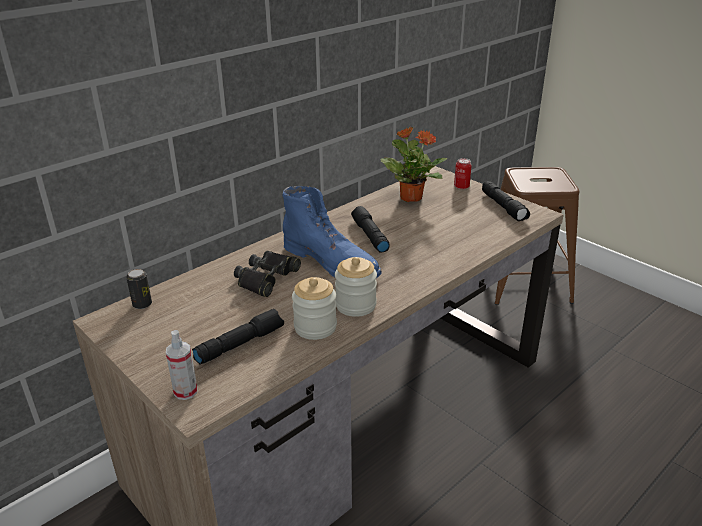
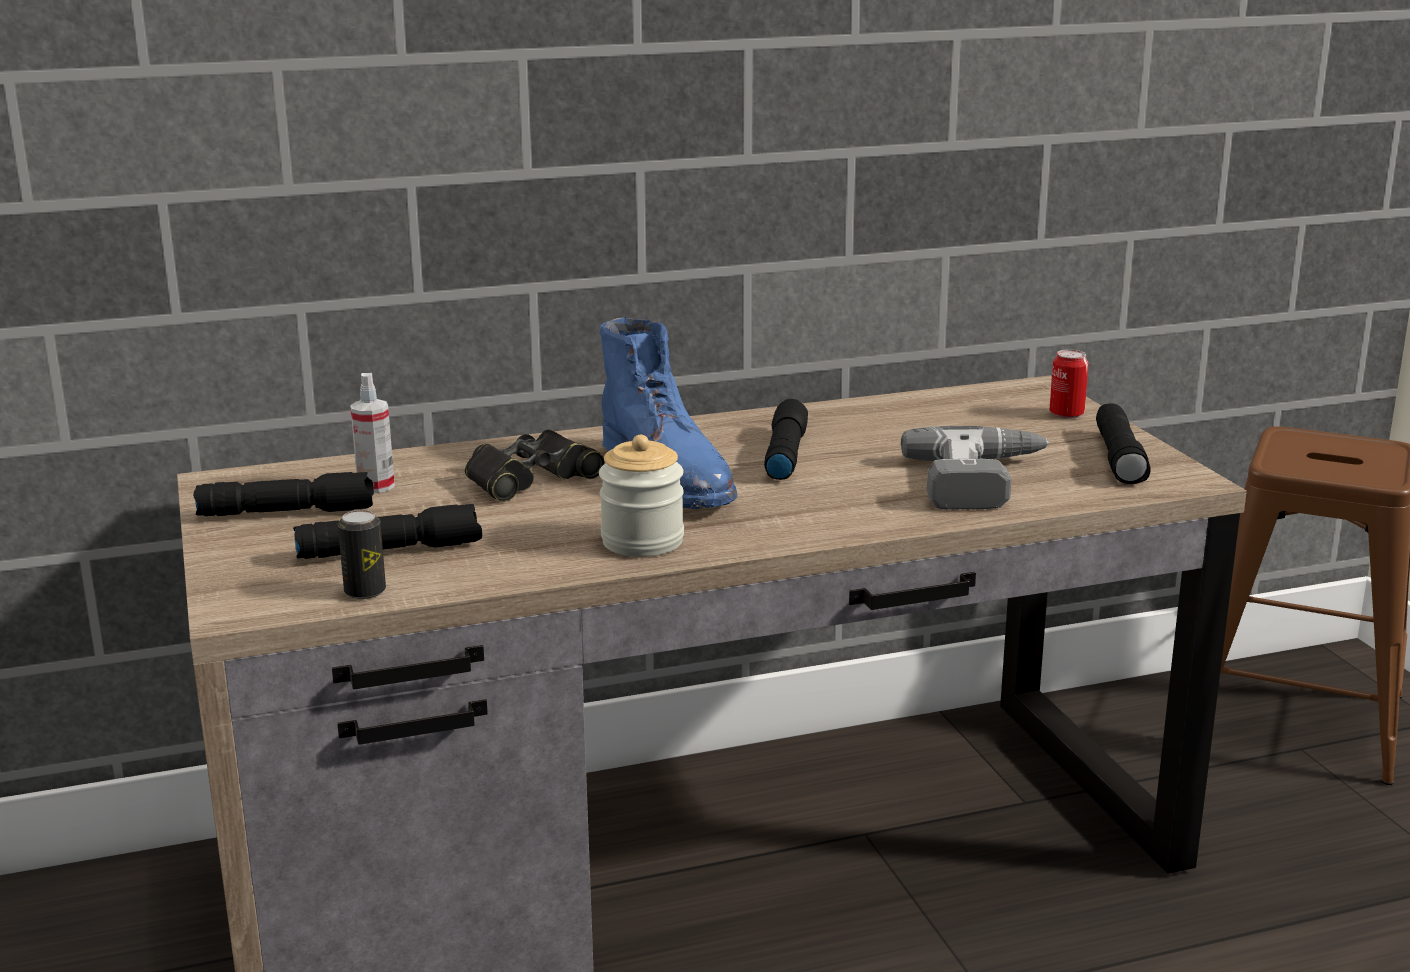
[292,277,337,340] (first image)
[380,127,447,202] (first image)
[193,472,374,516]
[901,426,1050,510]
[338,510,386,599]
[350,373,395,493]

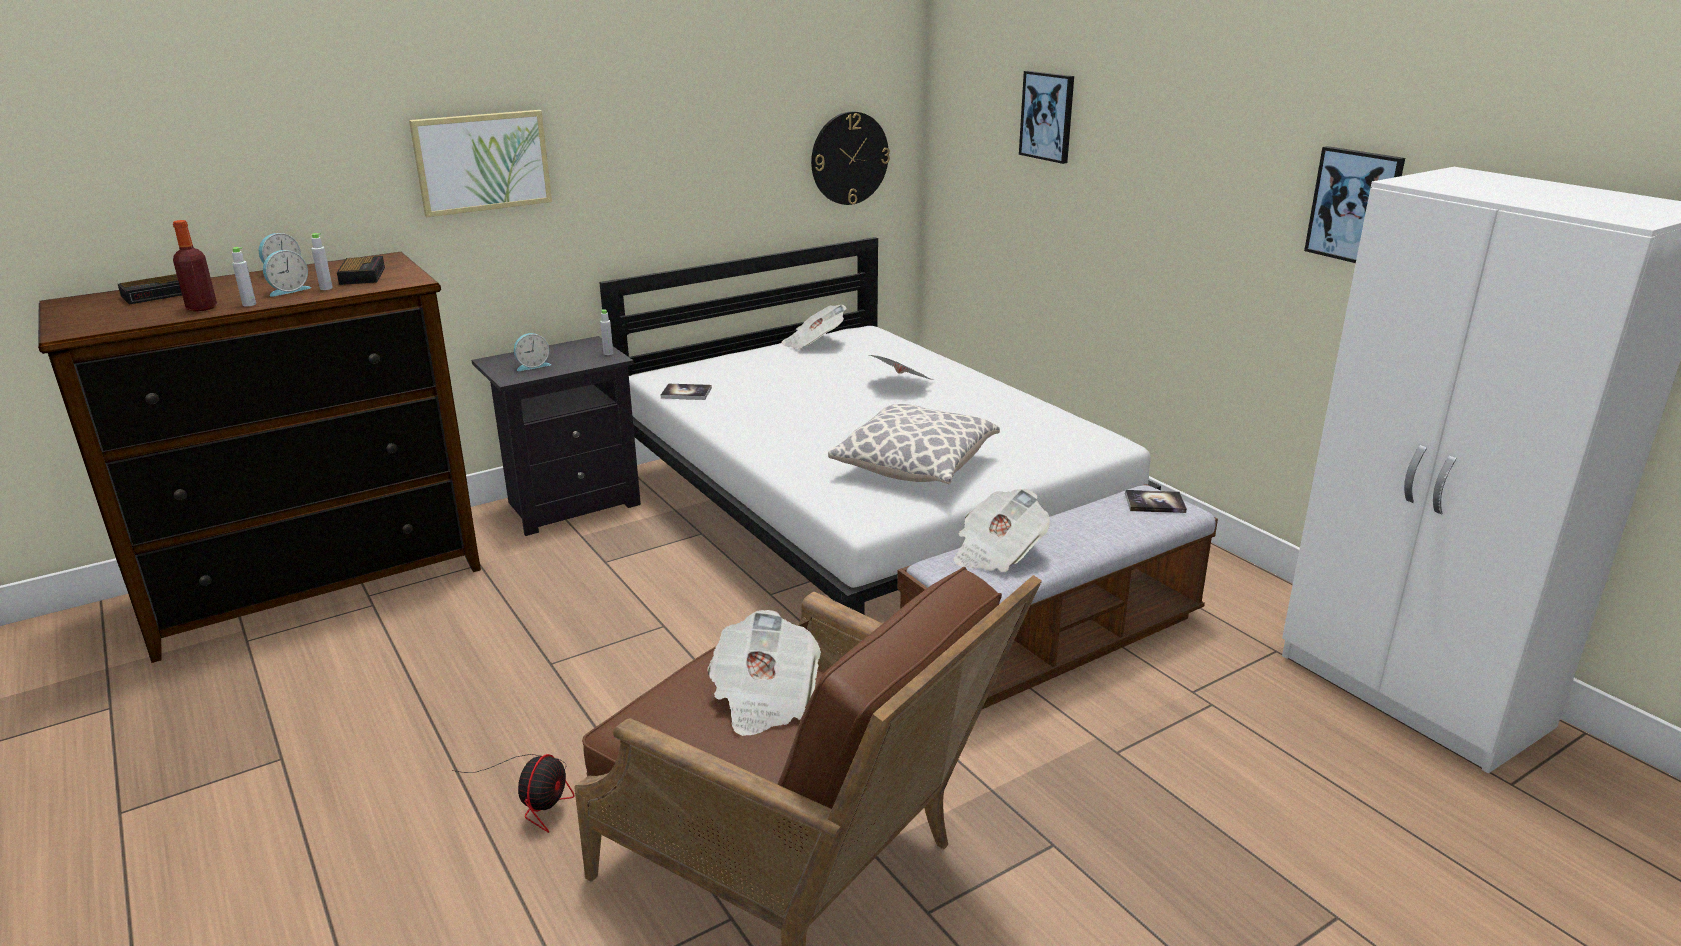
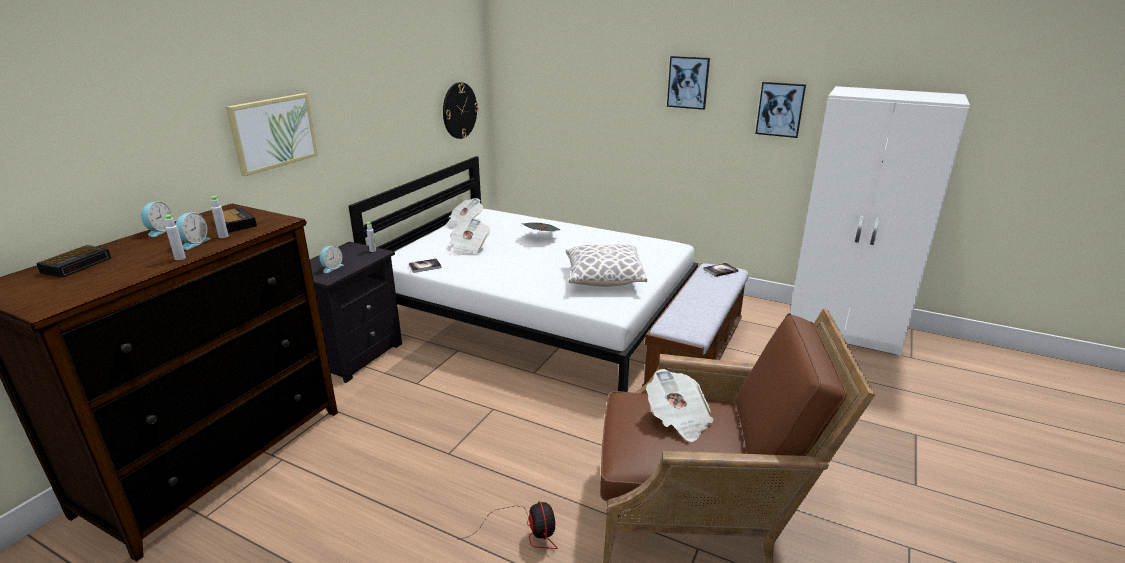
[173,220,217,312] (first image)
[450,218,490,256]
[667,56,710,110]

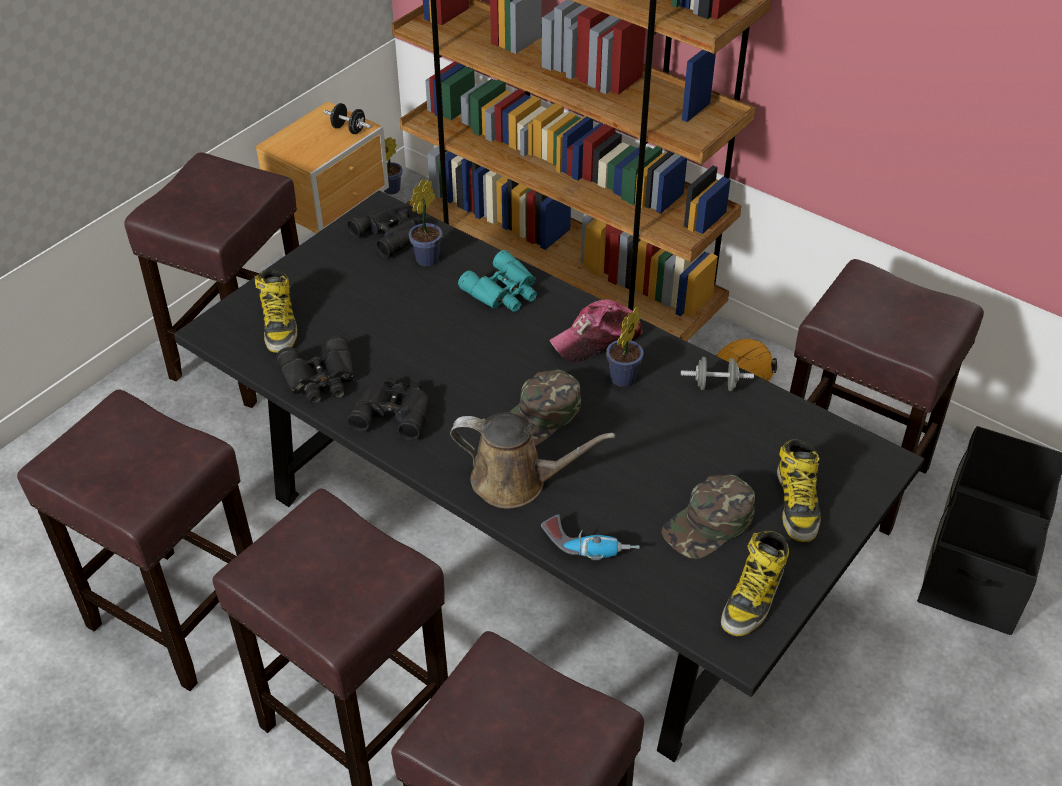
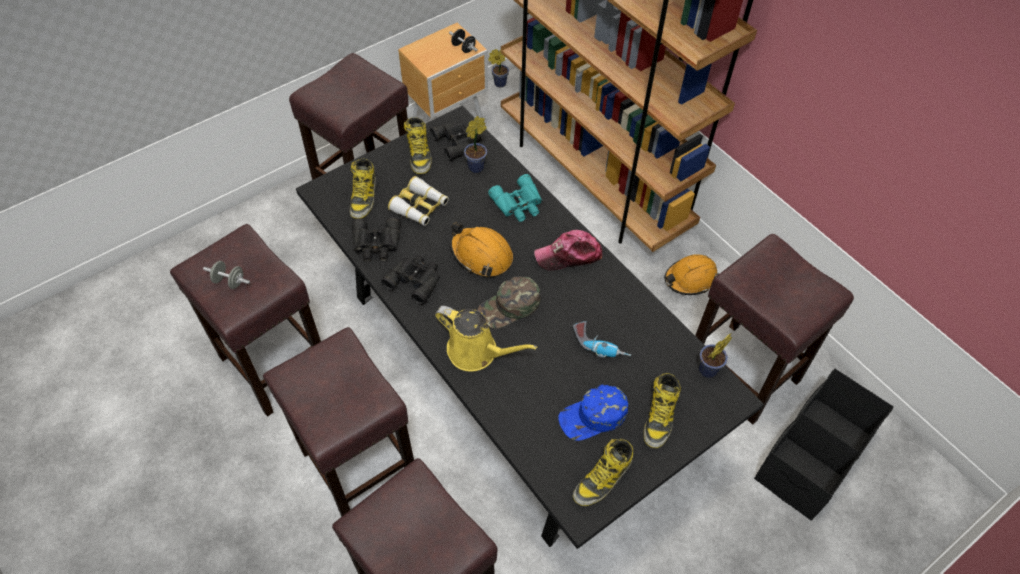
[388,176,449,226]
[404,118,432,174]
[450,223,513,277]
[573,321,631,358]
[699,333,732,378]
[203,261,250,289]
[435,306,537,371]
[558,385,628,441]

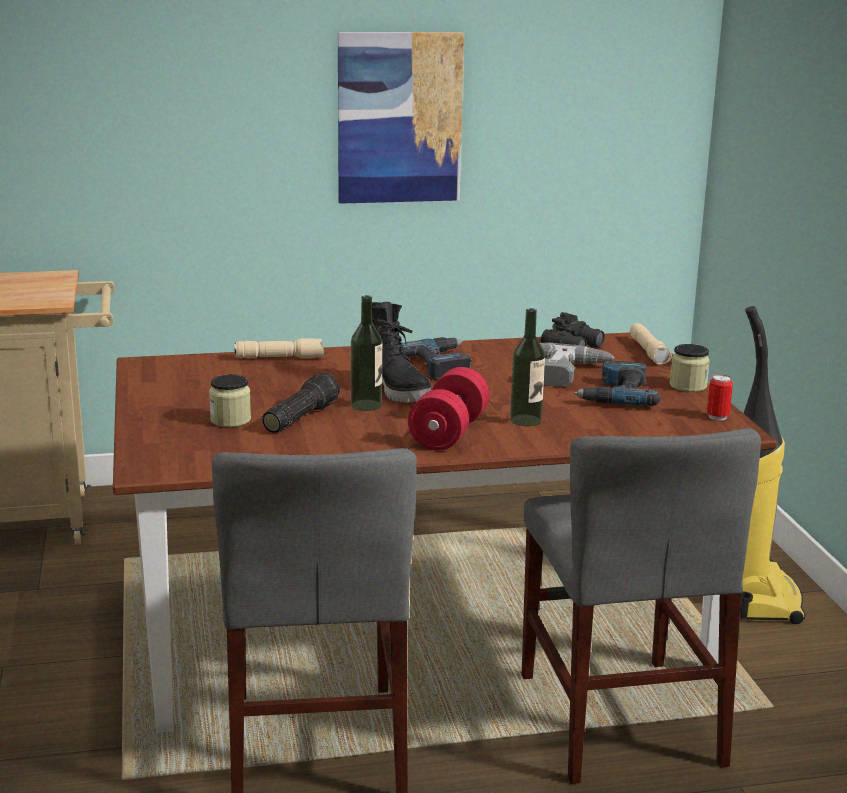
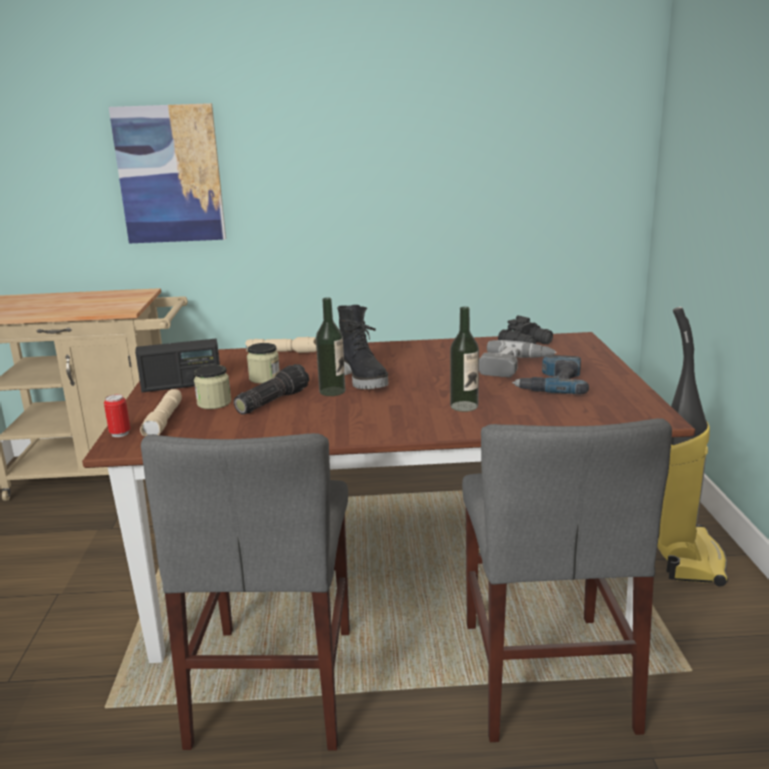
[401,337,472,380] (first image)
[408,367,490,451] (first image)
[135,338,220,393]
[109,103,226,243]
[140,389,182,436]
[247,343,280,384]
[104,394,130,437]

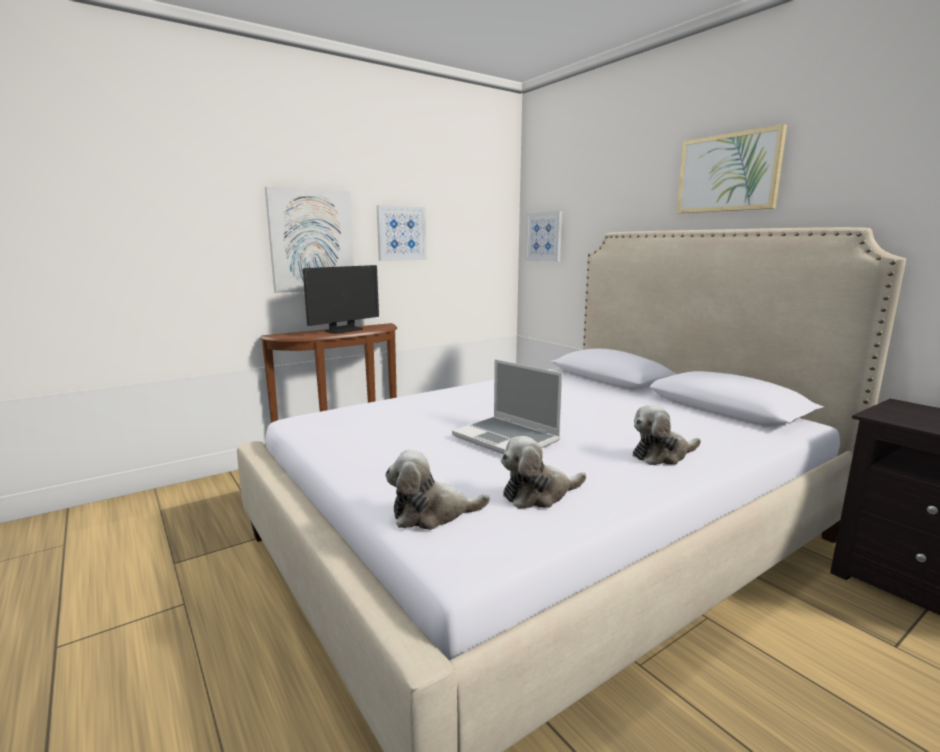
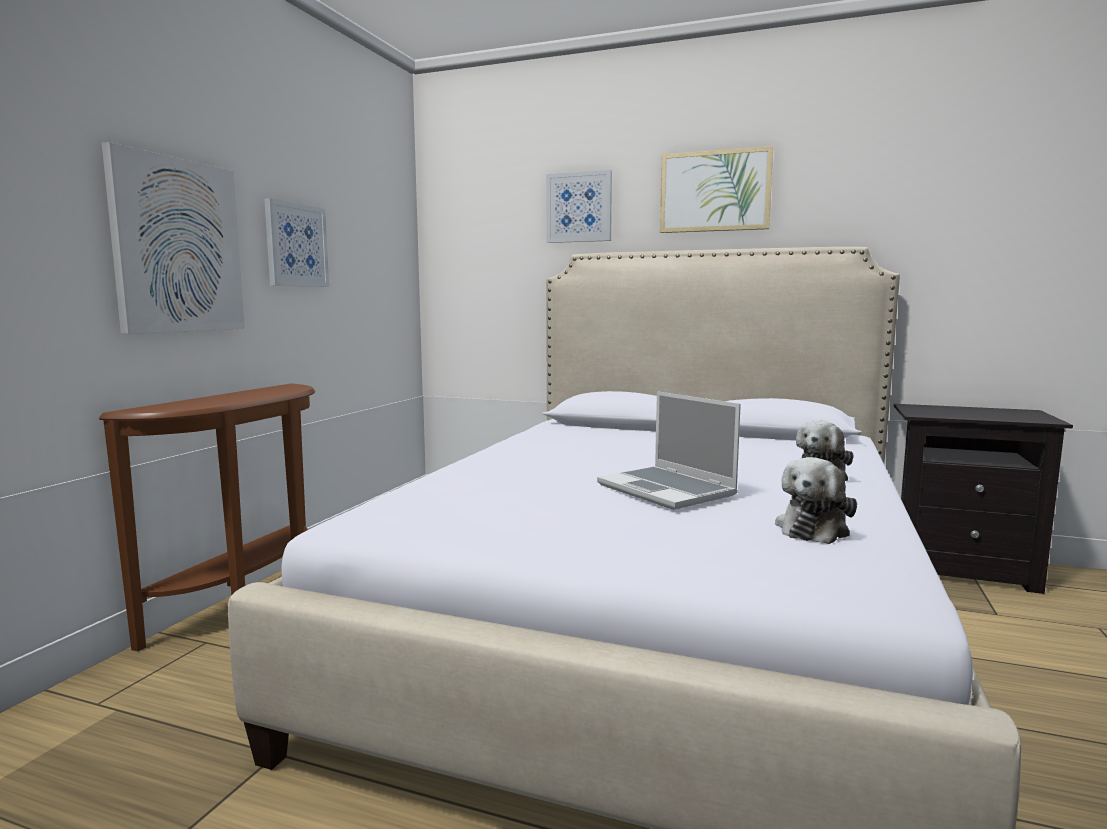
[303,265,379,334] (first image)
[385,450,490,530] (first image)
[546,170,612,243]
[597,391,741,510]

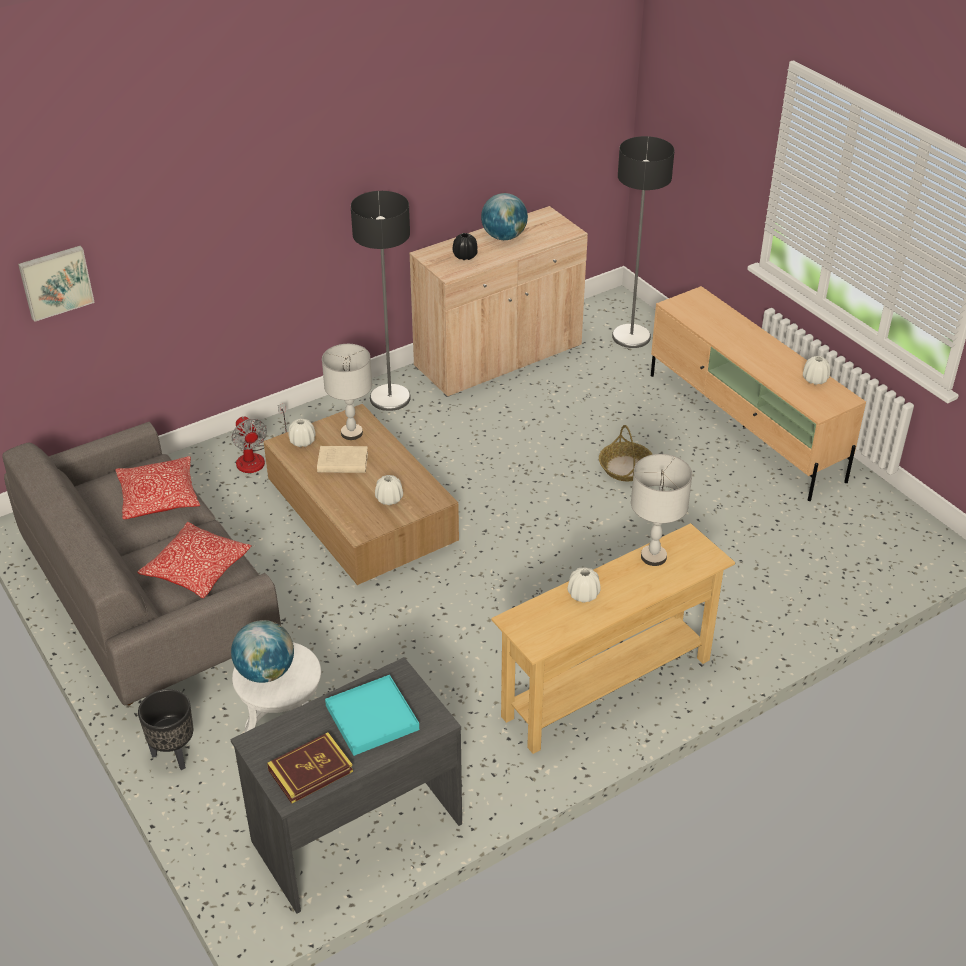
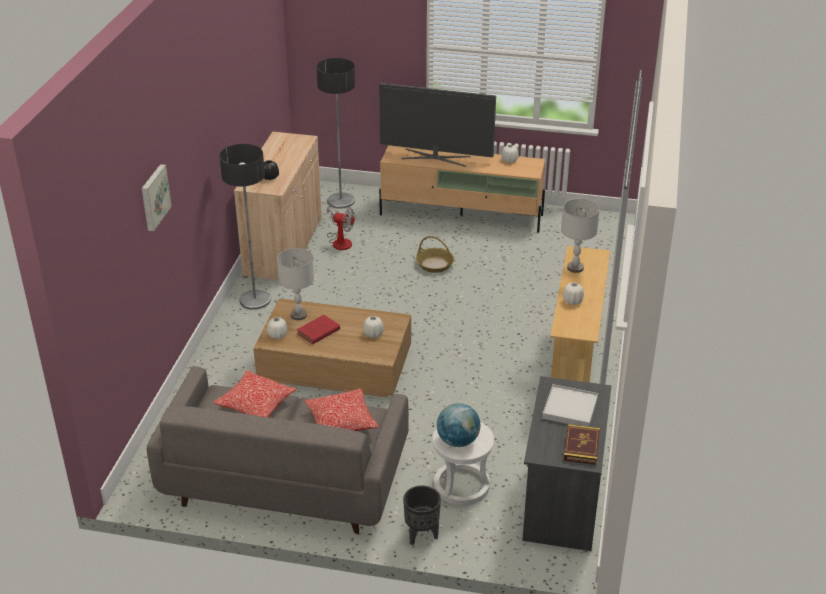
[481,193,528,240] (first image)
[379,83,496,167]
[142,164,172,231]
[327,206,355,250]
[297,315,340,344]
[542,384,598,427]

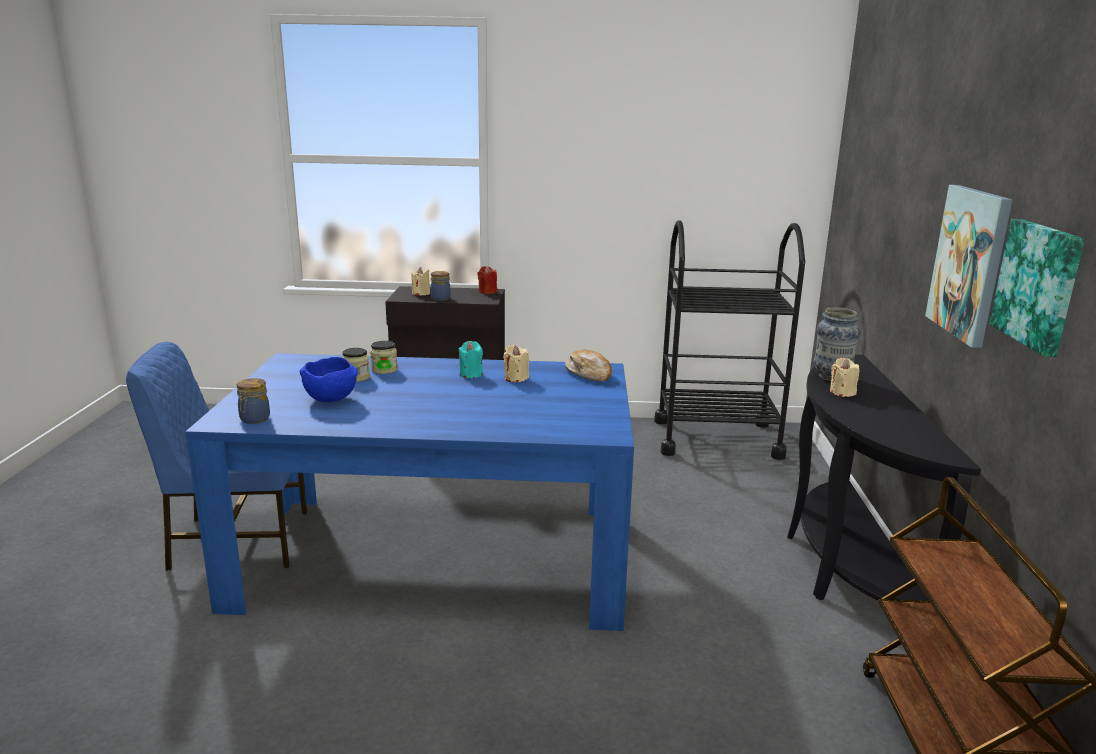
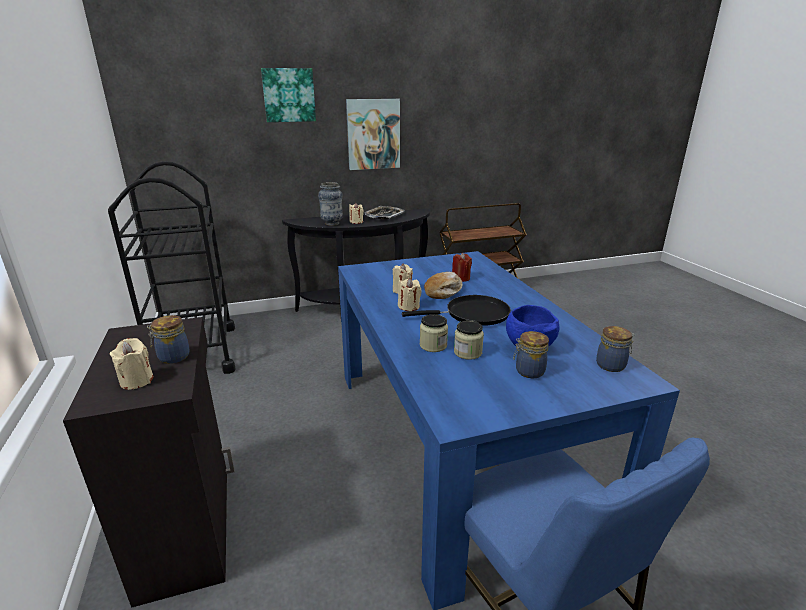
[365,206,405,220]
[402,295,511,326]
[513,331,549,378]
[452,253,472,282]
[424,272,463,299]
[261,68,316,122]
[398,278,422,311]

